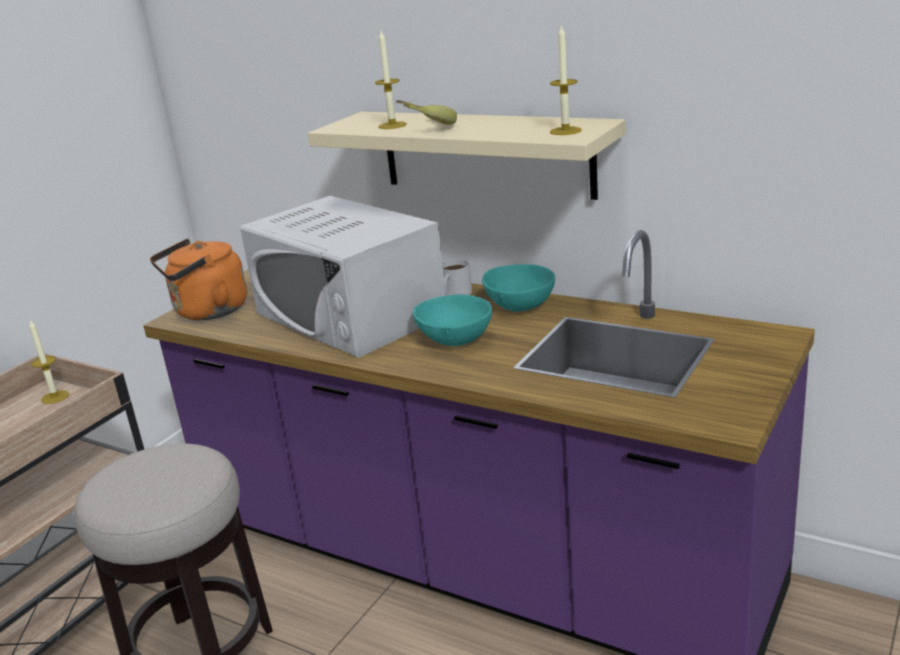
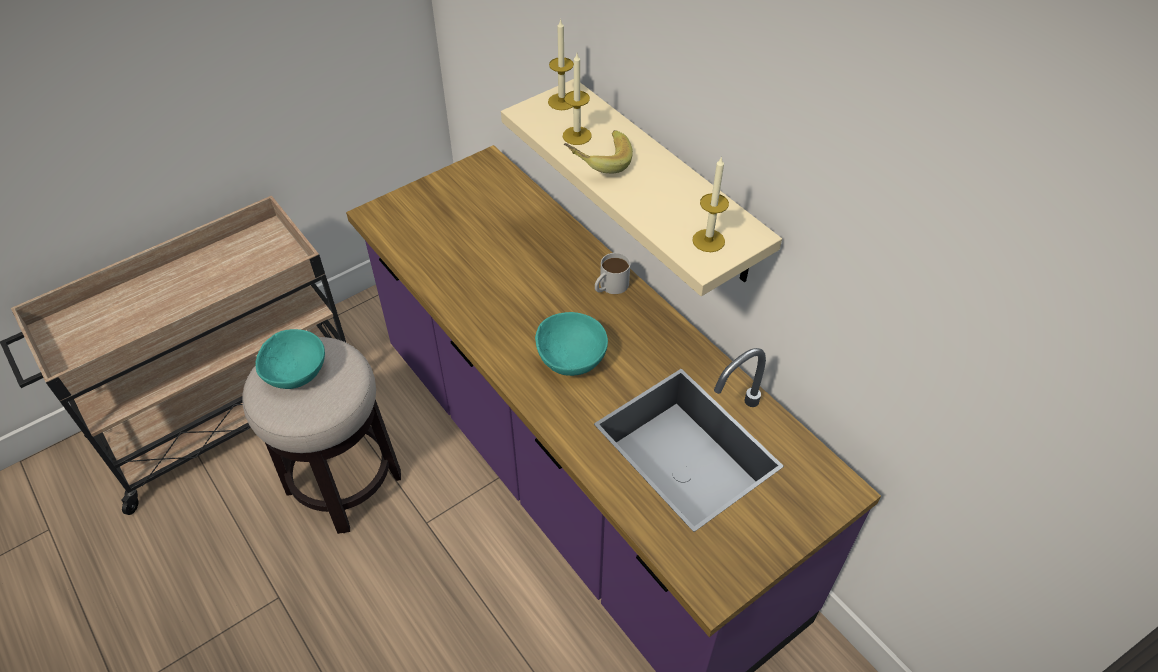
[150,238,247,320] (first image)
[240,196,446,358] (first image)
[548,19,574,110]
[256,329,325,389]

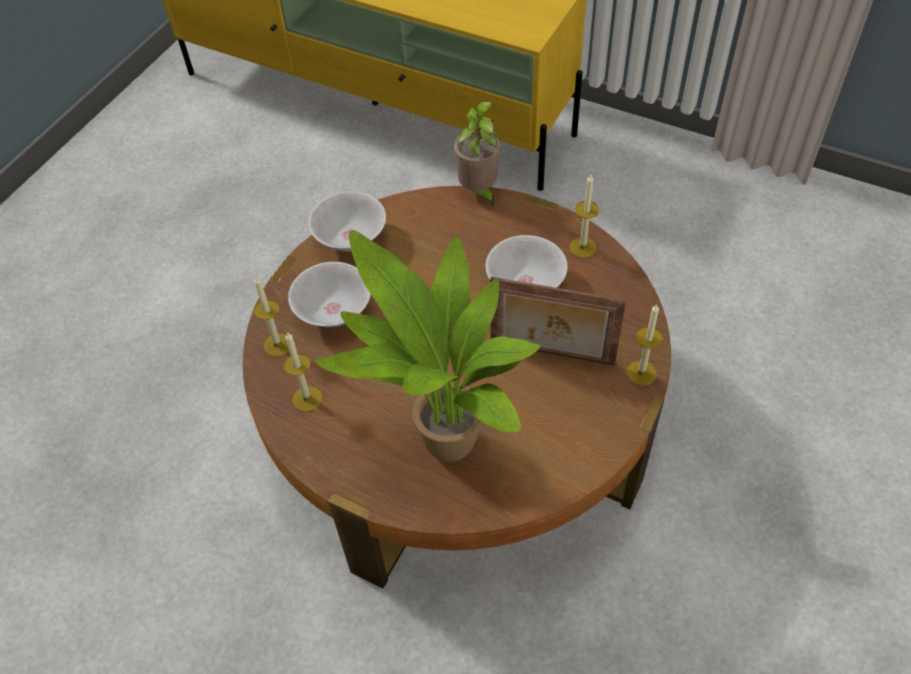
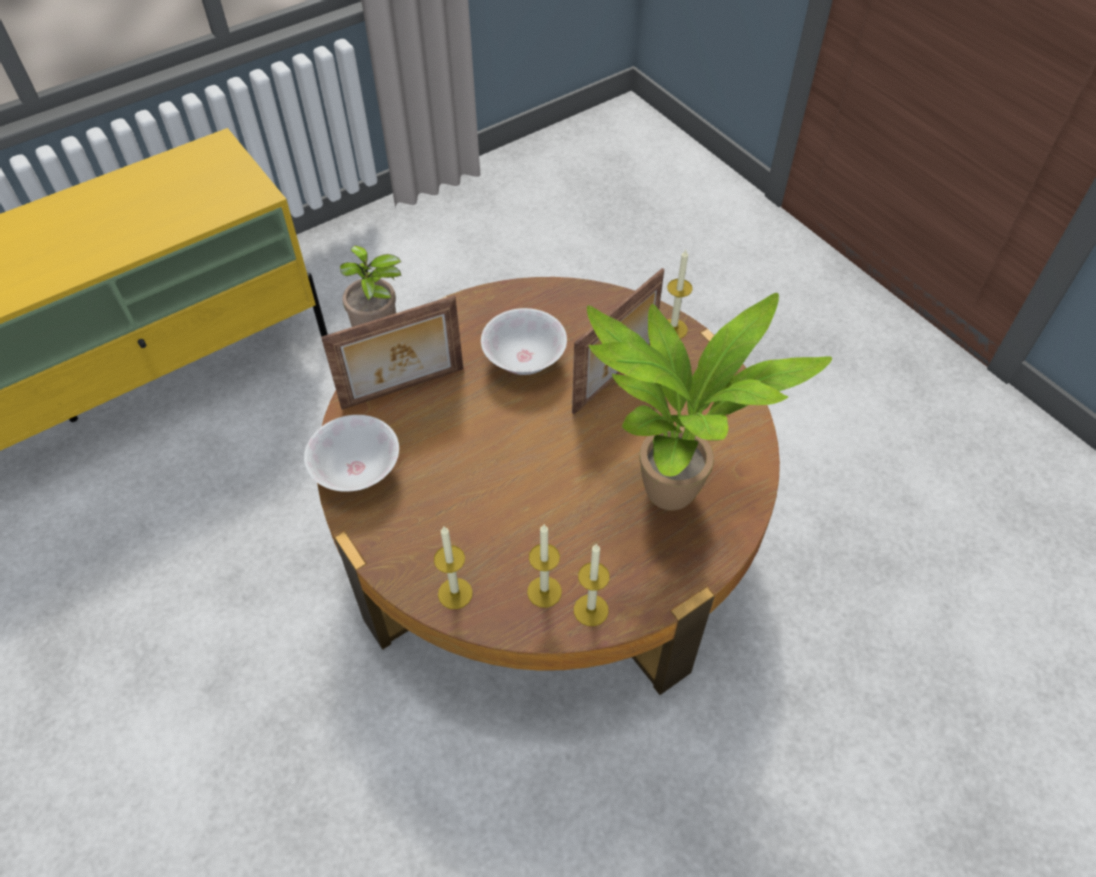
[288,262,371,327] (first image)
[321,295,463,410]
[574,543,610,626]

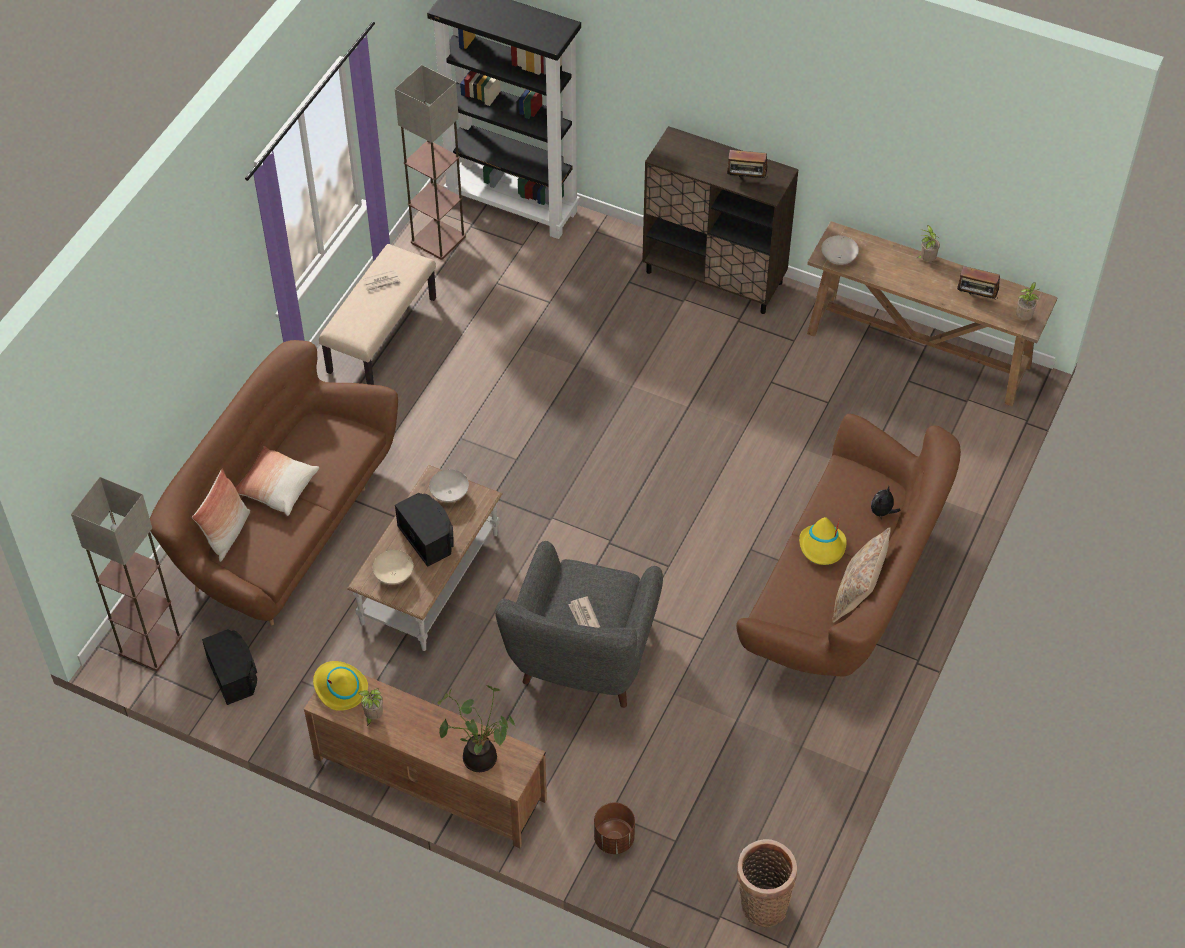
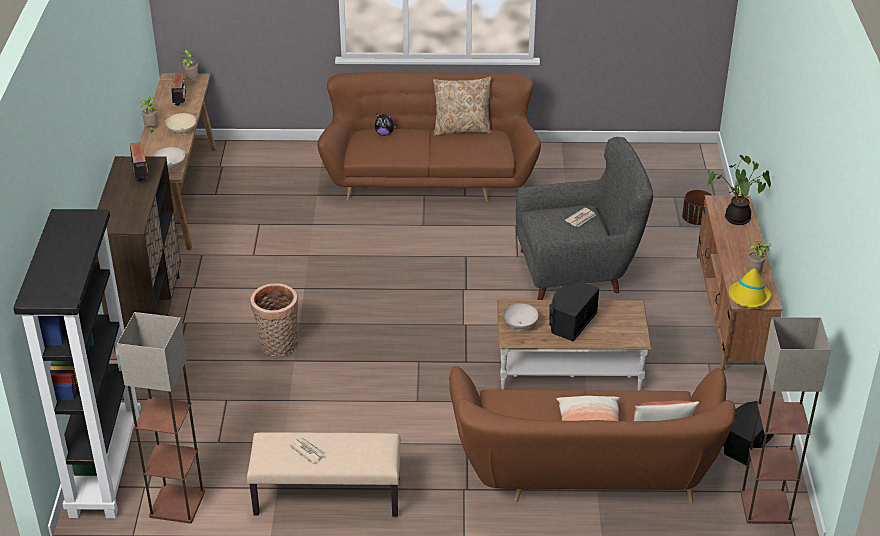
[799,517,847,565] (first image)
[165,113,197,134]
[251,283,298,357]

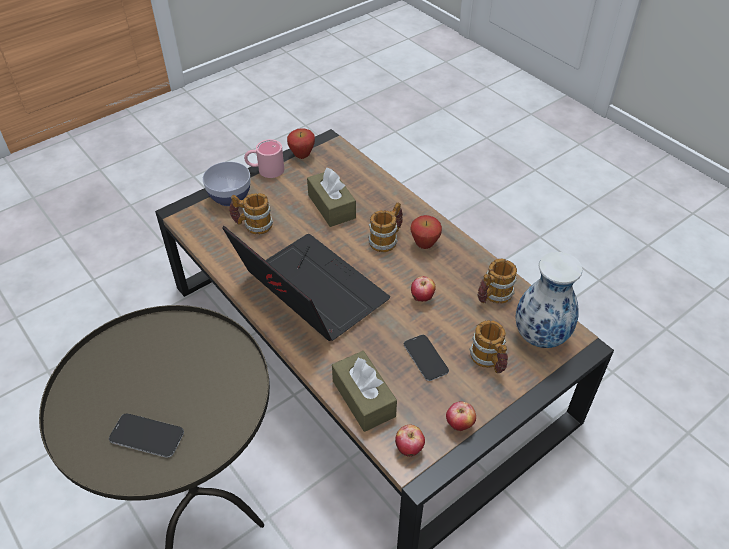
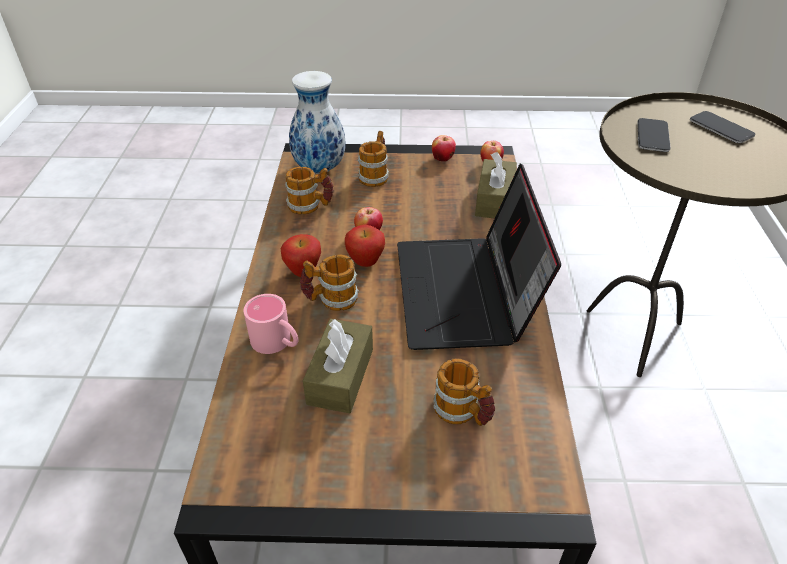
[203,162,251,206] (first image)
[244,294,298,354]
[345,225,385,267]
[637,118,670,152]

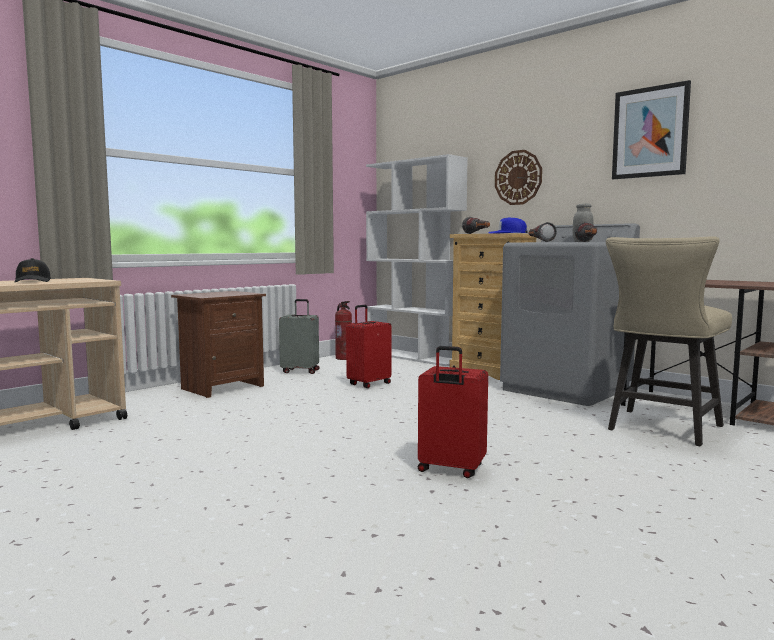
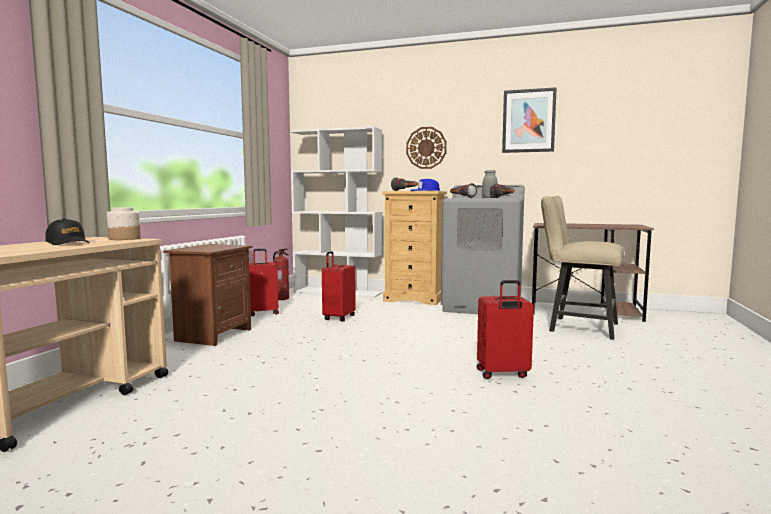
[107,207,141,240]
[249,249,279,316]
[541,196,624,340]

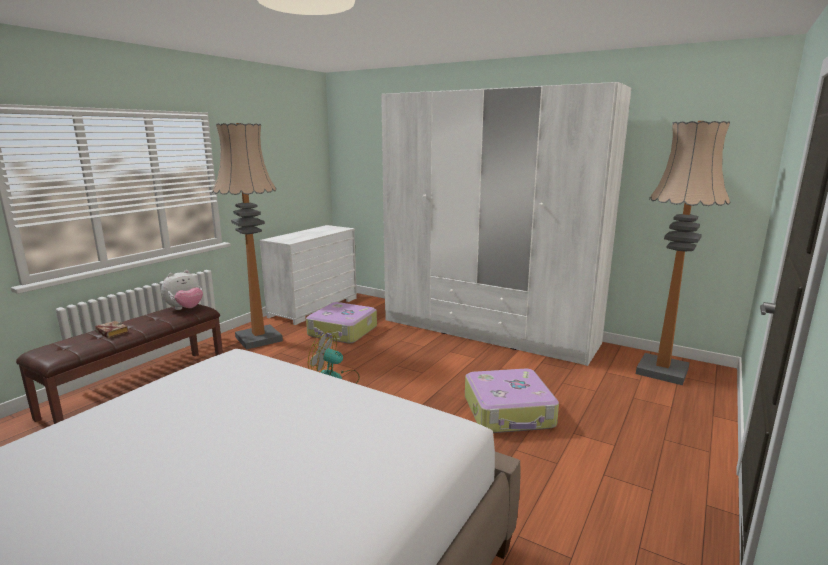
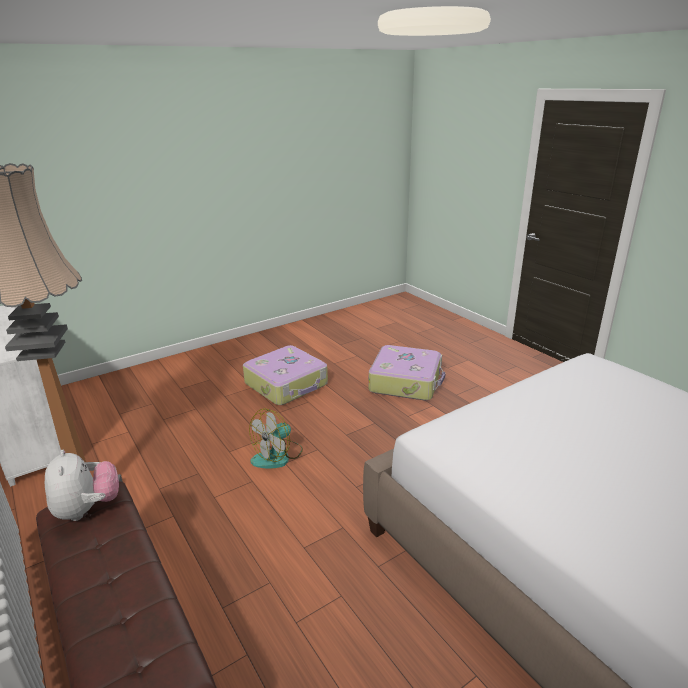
[95,321,128,338] (first image)
[381,82,632,366] (first image)
[636,121,731,385] (first image)
[243,345,328,405]

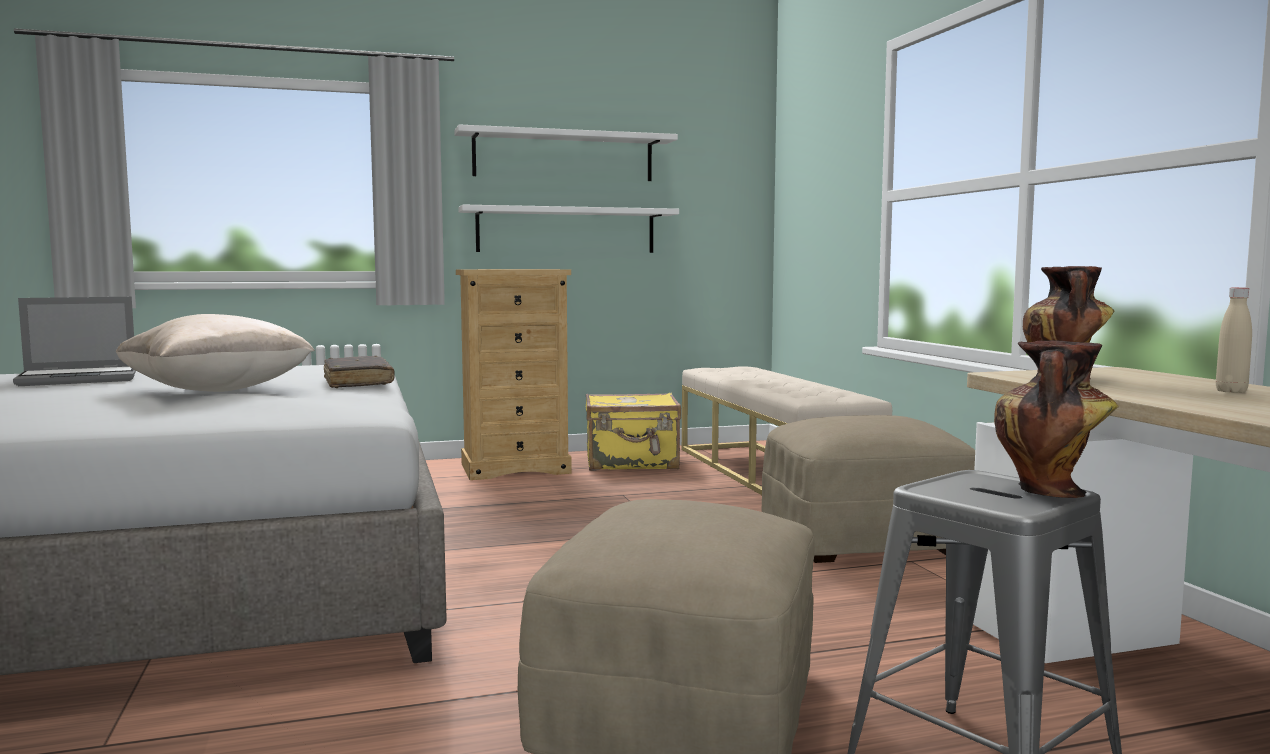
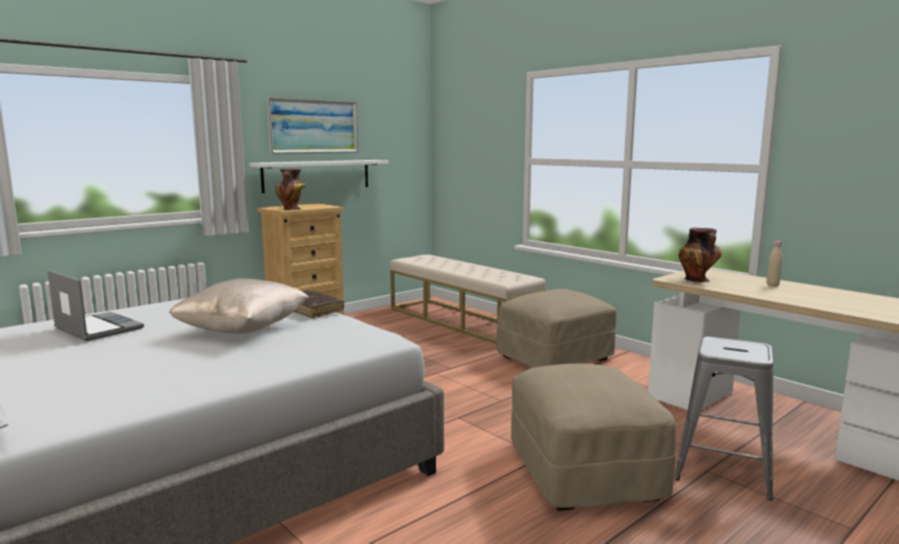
[586,393,681,471] (first image)
[276,169,306,210]
[267,97,358,154]
[47,270,144,341]

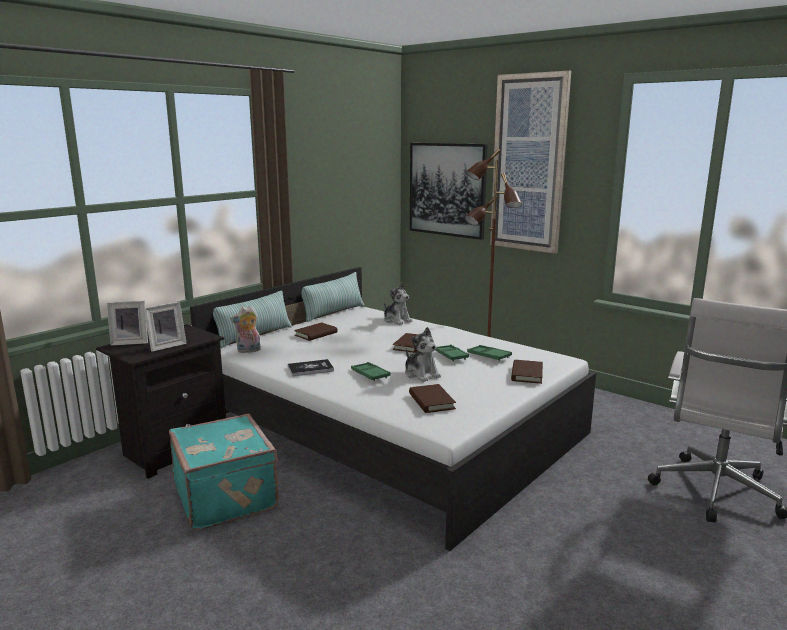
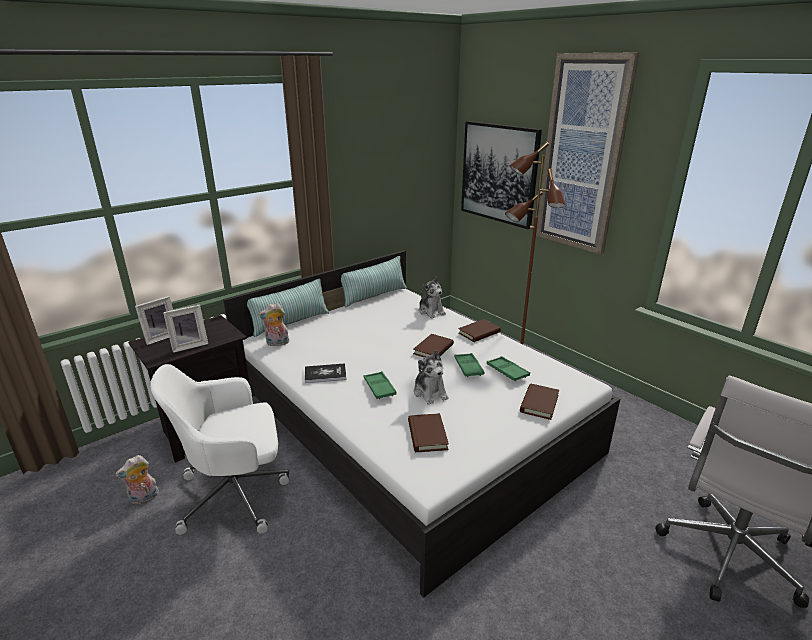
[115,455,159,504]
[458,319,501,342]
[150,364,289,535]
[135,296,173,345]

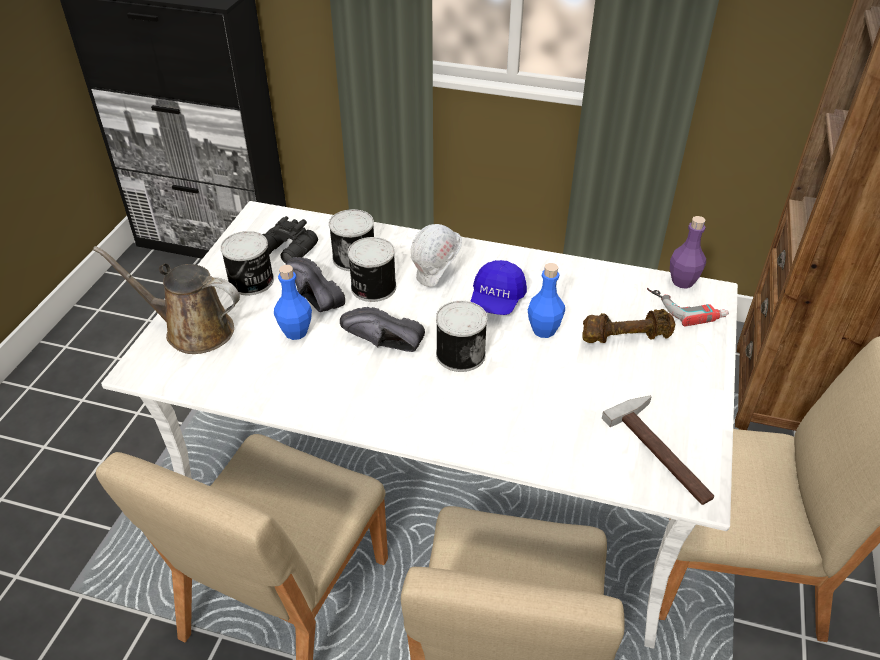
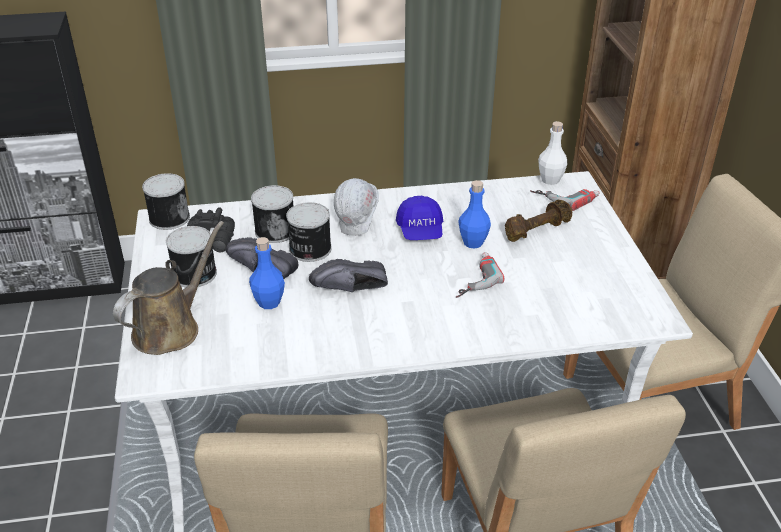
[602,396,714,505] (first image)
[456,252,504,298]
[142,173,190,230]
[538,121,567,185]
[113,221,224,355]

